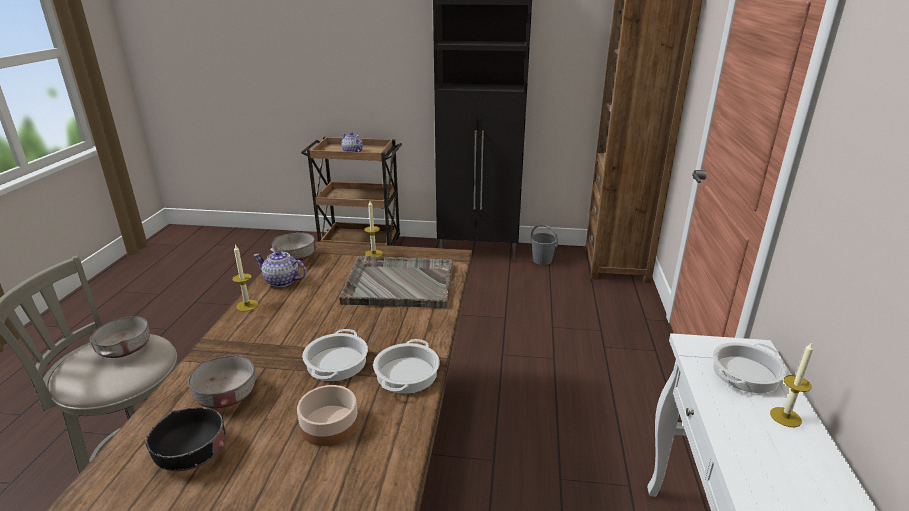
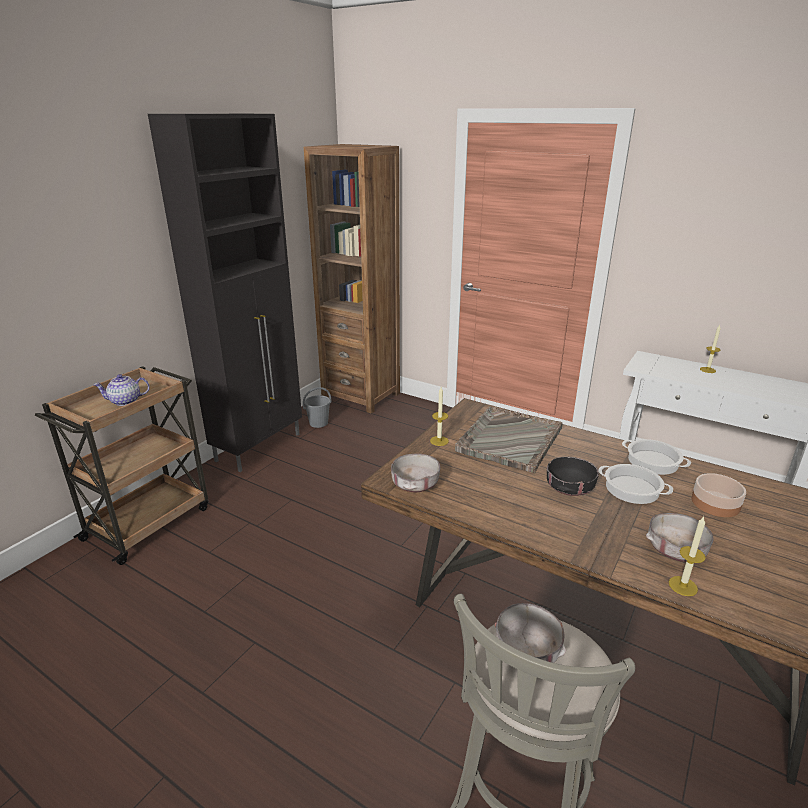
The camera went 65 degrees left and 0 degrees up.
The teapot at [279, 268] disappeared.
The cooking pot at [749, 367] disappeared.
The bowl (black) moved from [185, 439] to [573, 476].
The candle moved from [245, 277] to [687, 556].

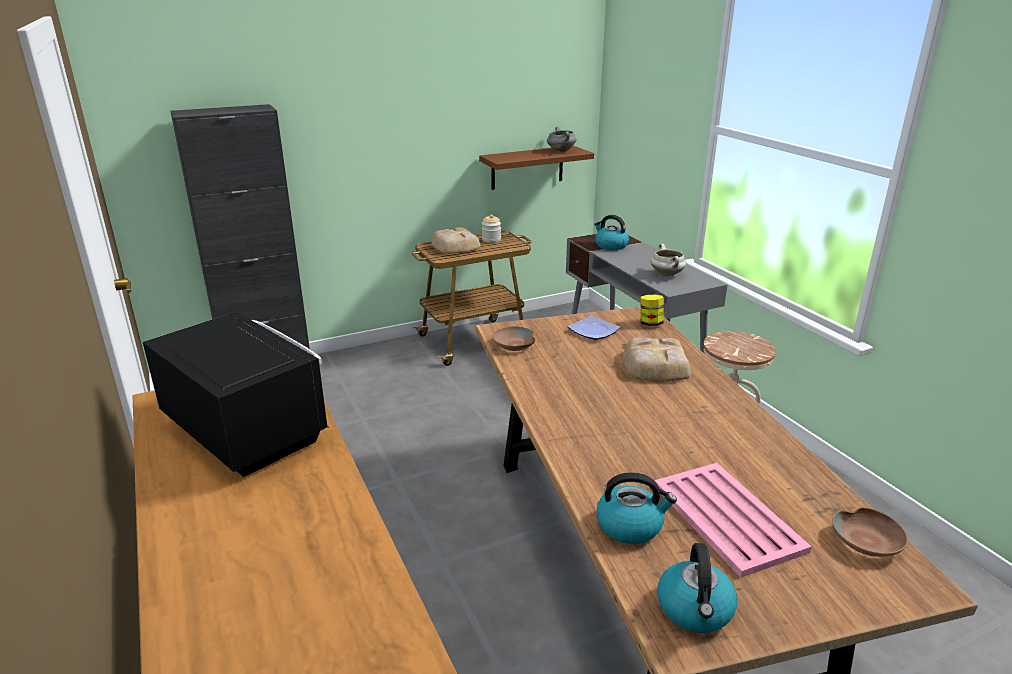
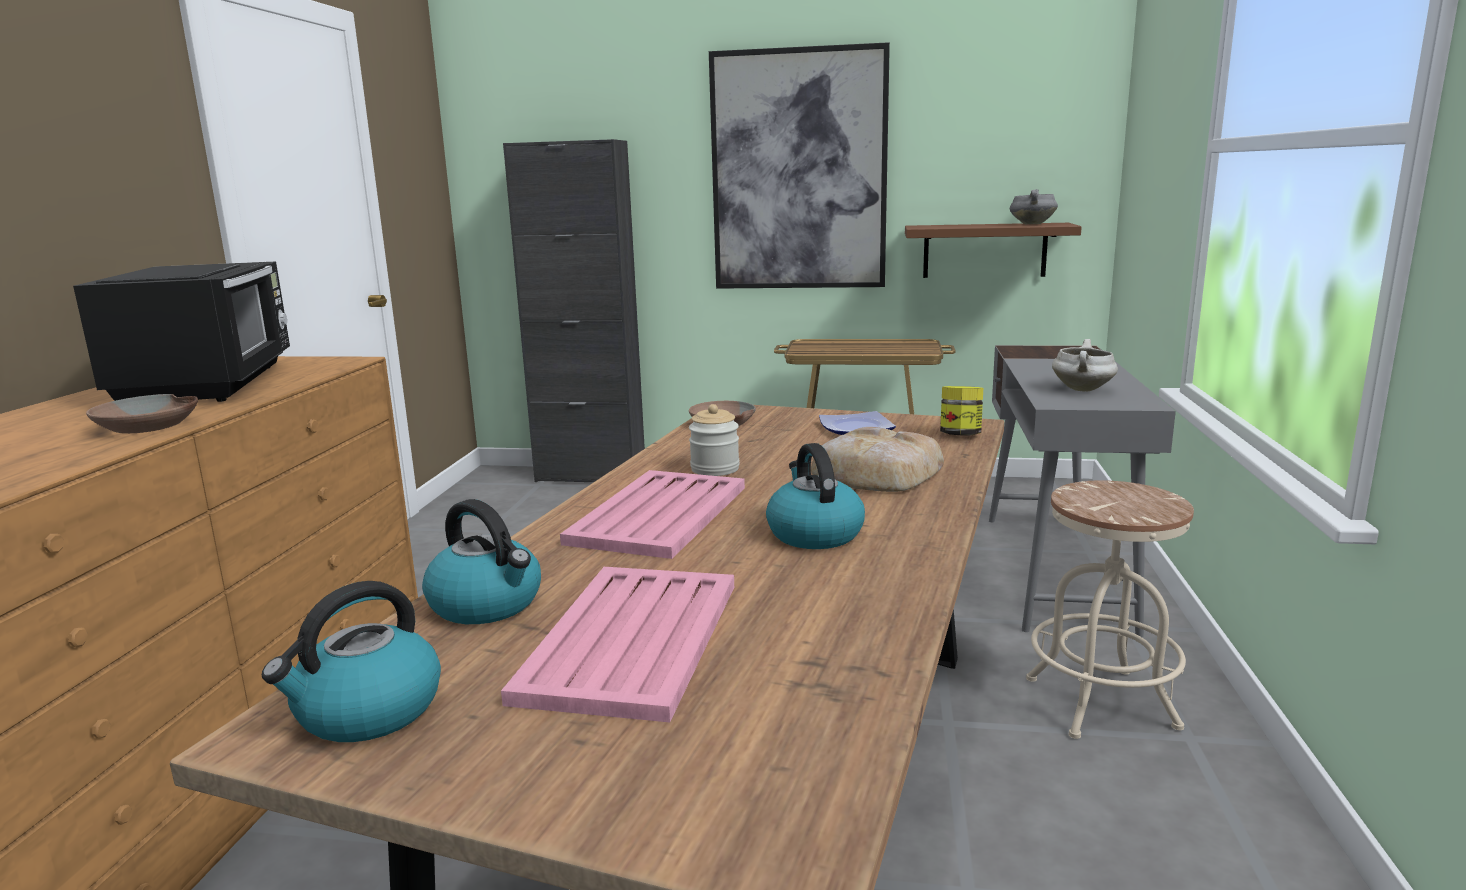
The camera went 35 degrees right and 10 degrees down.
The bread at [456, 240] disappeared.
The tray (pink) at [652, 514] appeared.
The picture at [799, 165] appeared.
The jar moved from [491, 228] to [714, 440].
The kettle moved from [611, 232] to [815, 496].
The bowl (brown) moved from [870, 532] to [142, 413].

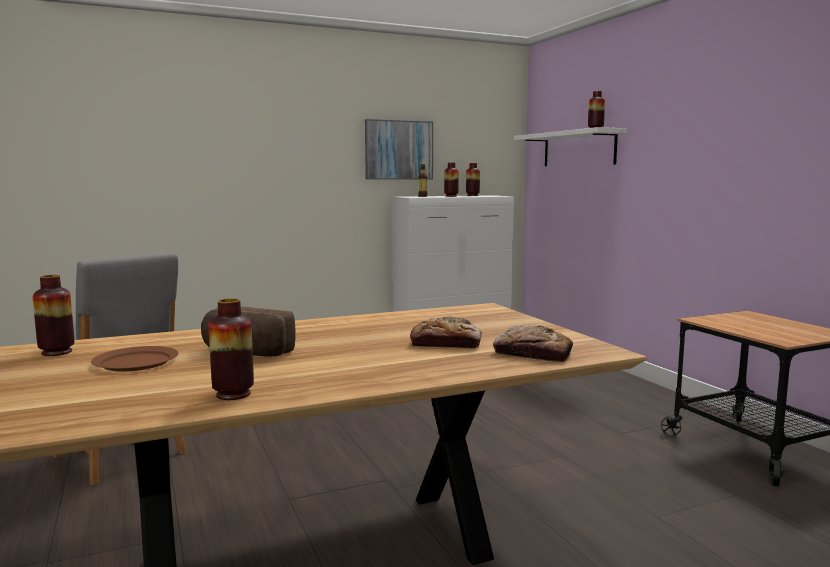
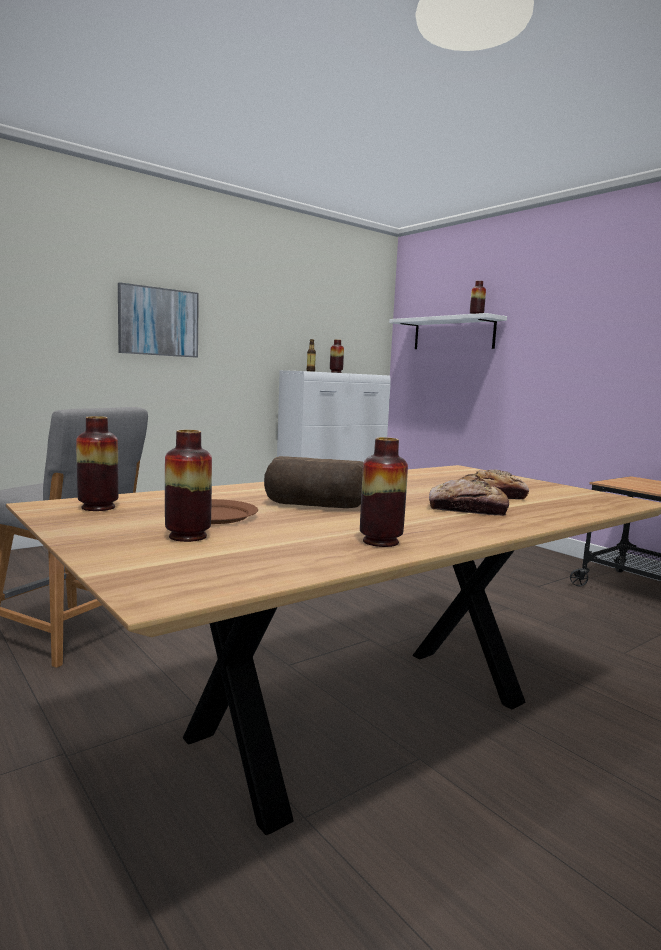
The camera went 15 degrees left and 0 degrees up.
The picture moved from [399, 149] to [158, 320].
The vase moved from [473, 179] to [188, 486].
The bread moved from [533, 343] to [469, 497].

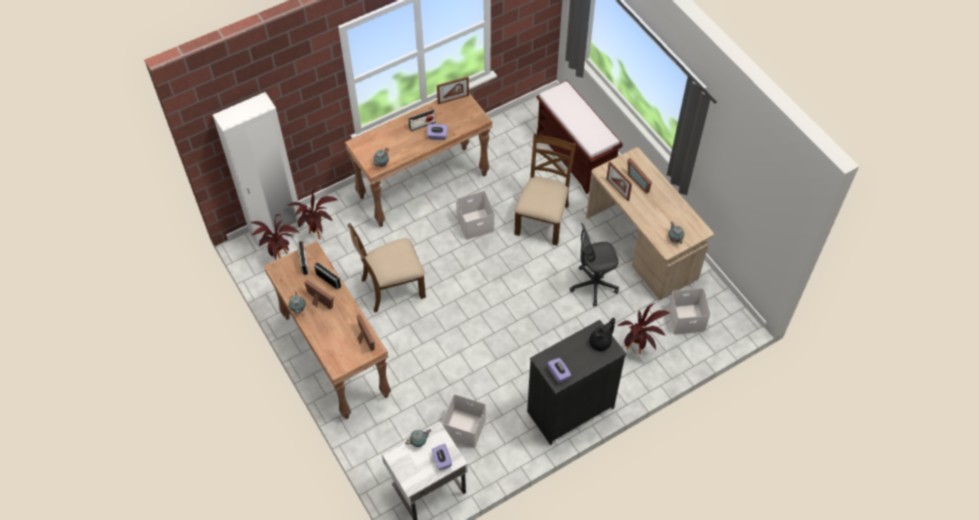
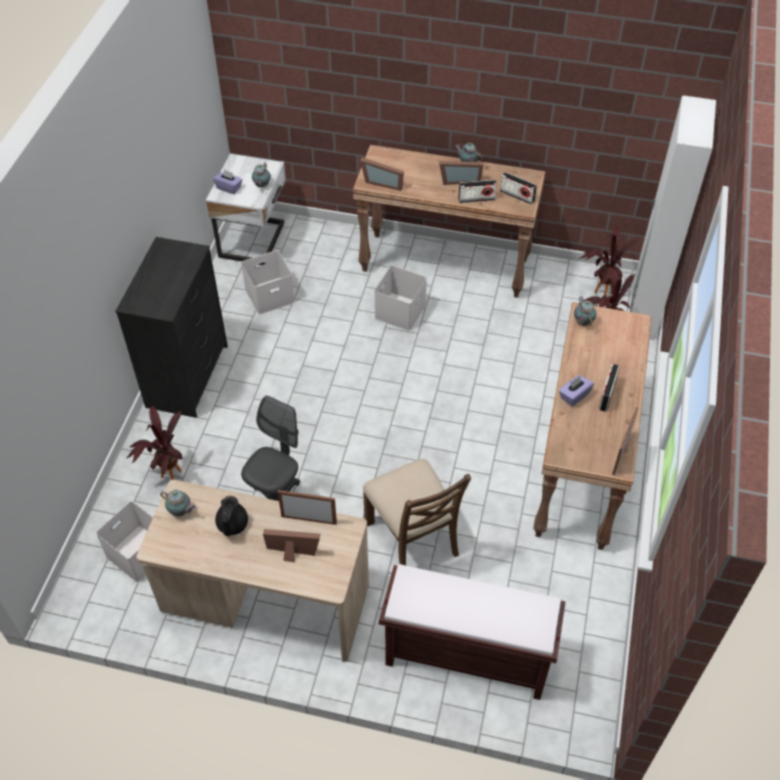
The camera went 135 degrees right and 5 degrees down.
The chair (brown) at [386, 268] disappeared.
The tissue box (purple) at [559, 370] disappeared.
The storage box (white) moved from [475, 215] to [400, 298].
The teapot (black) moved from [602, 334] to [231, 516].

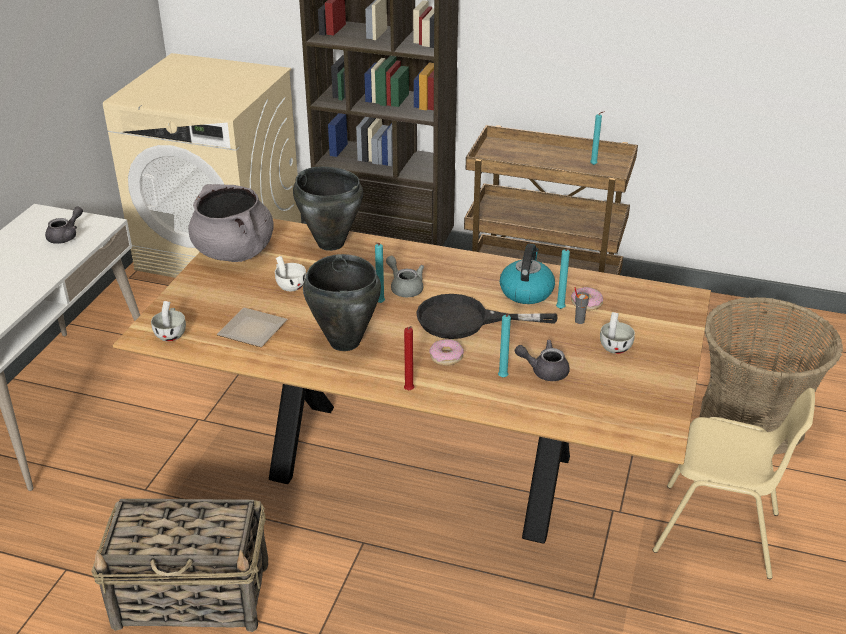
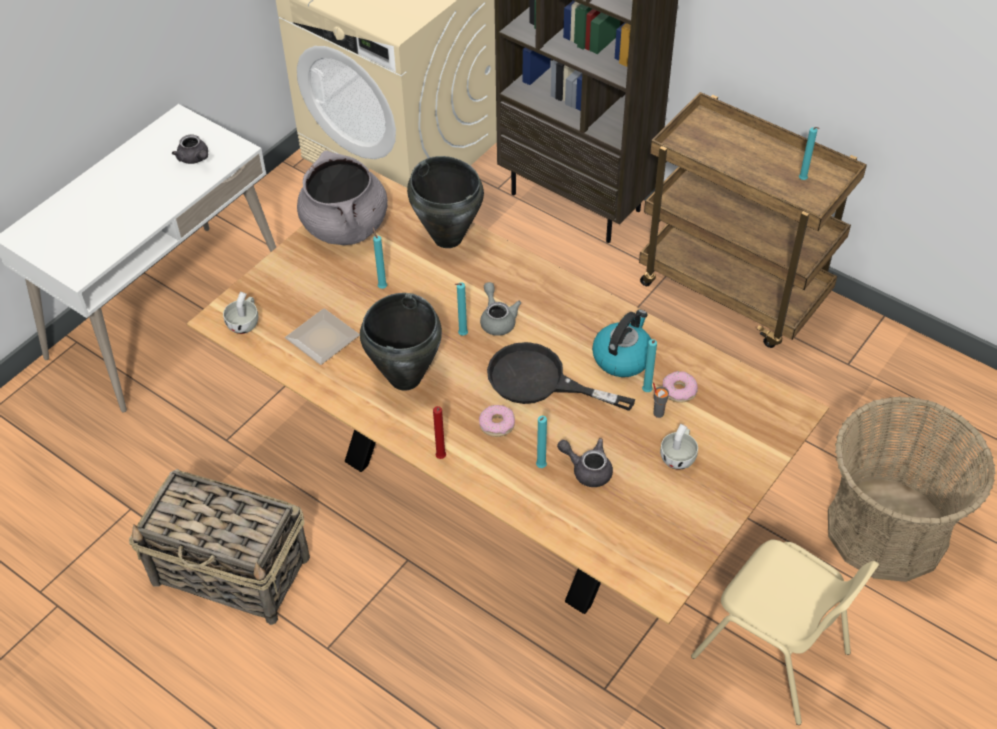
The camera went 20 degrees right and 15 degrees up.
The cup (white) at [290, 273] was replaced by the candle (turquoise) at [380, 258].
The teapot (grey) at [64, 225] turned 90 degrees clockwise.

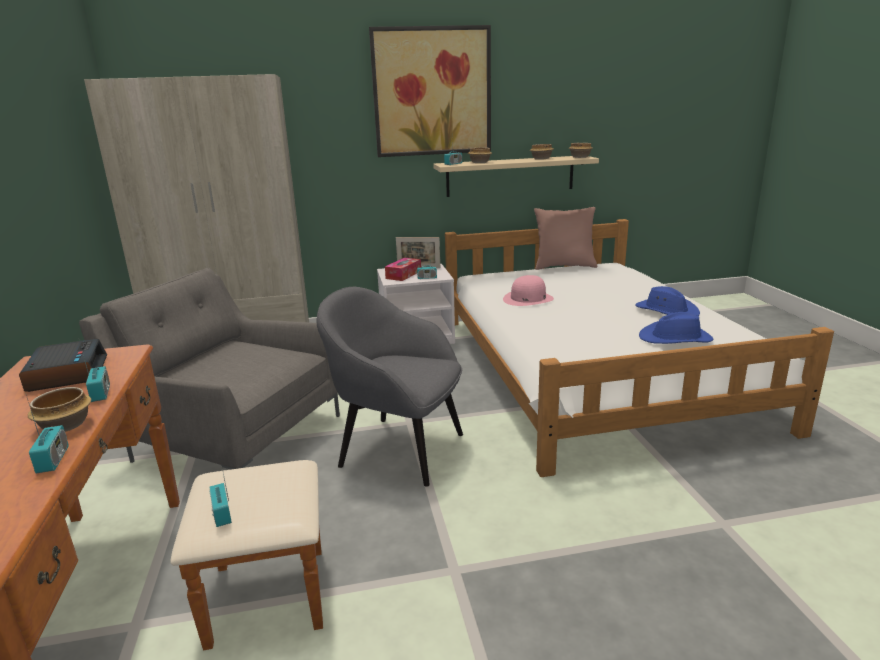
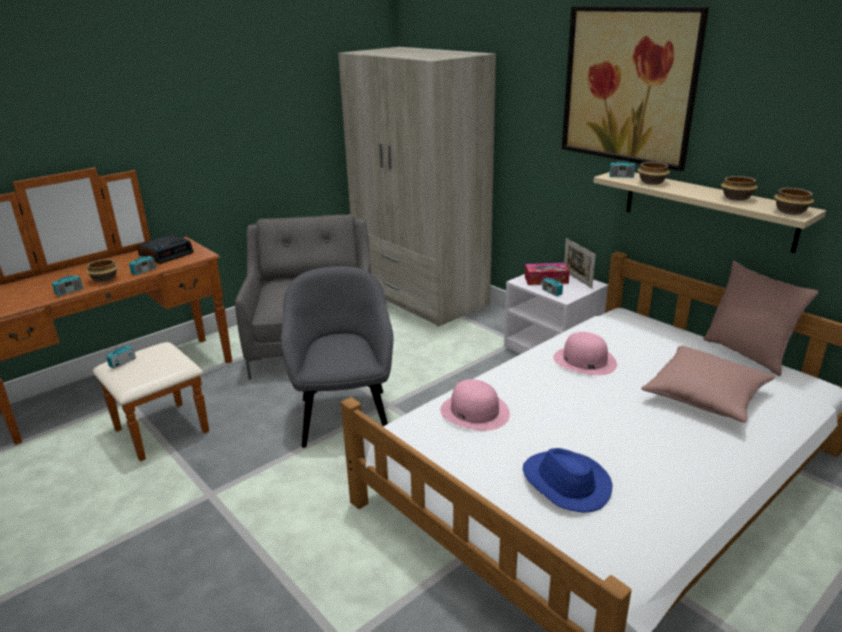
The camera went 60 degrees right and 5 degrees up.
The hat (blue) at [667, 301] disappeared.
The hat (pink) at [475, 405] appeared.
The pillow (pink) at [708, 384] appeared.

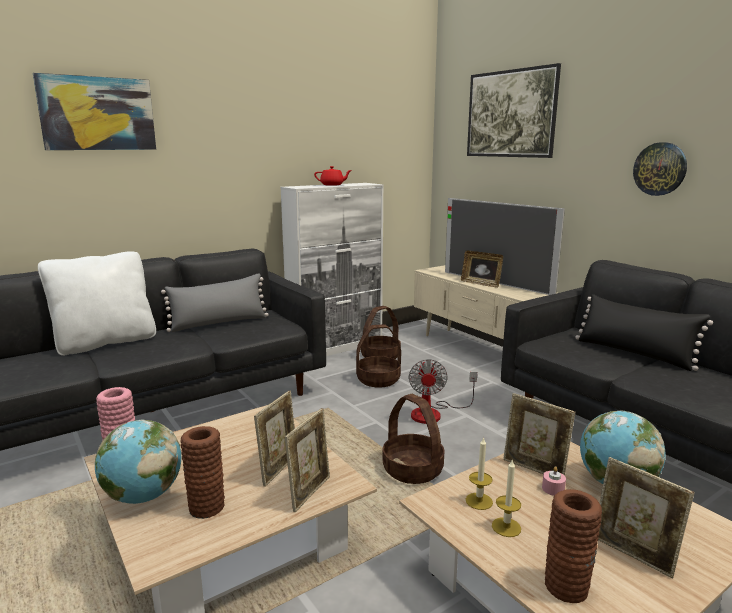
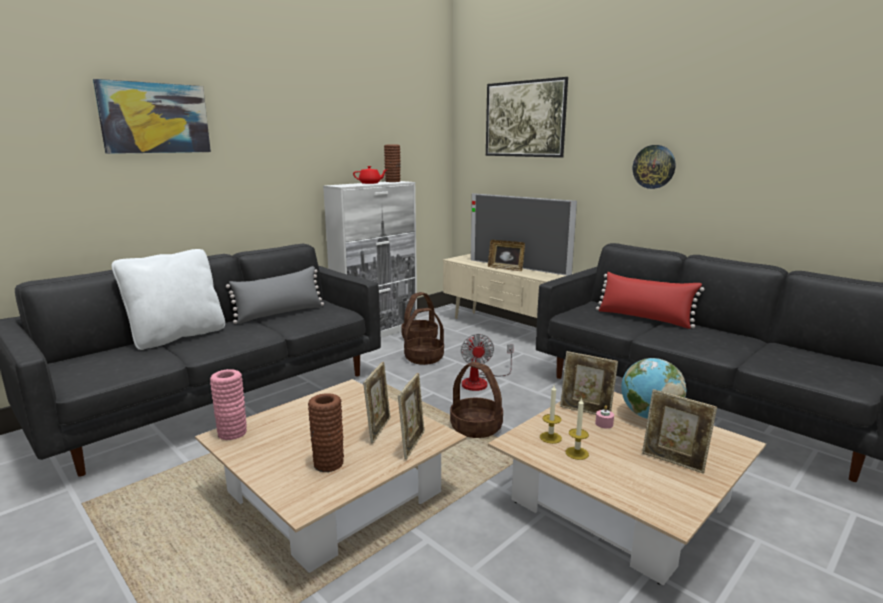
The camera went 10 degrees left and 0 degrees up.
The globe at [138, 462] disappeared.
The vase (brown) moved from [573, 546] to [392, 163].
The pillow (black) at [644, 332] became the pillow (red) at [650, 300].

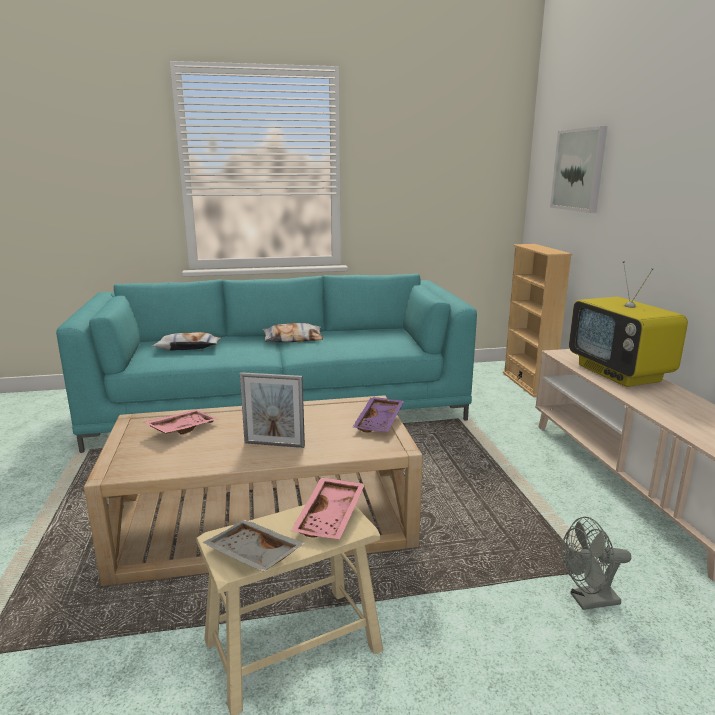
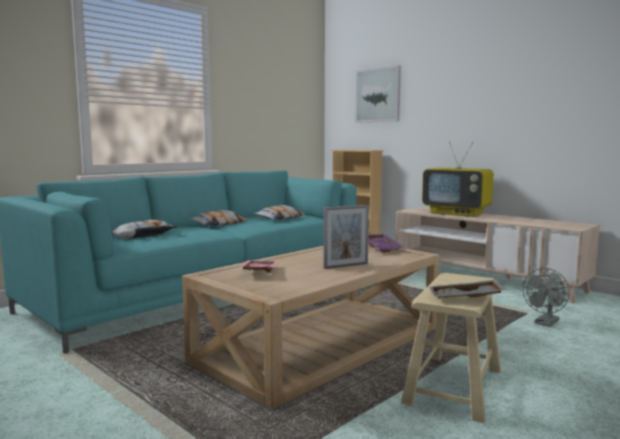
The camera went 35 degrees left and 10 degrees down.
The tray (pink) at [328, 508] disappeared.
The pillow at [279, 212] appeared.

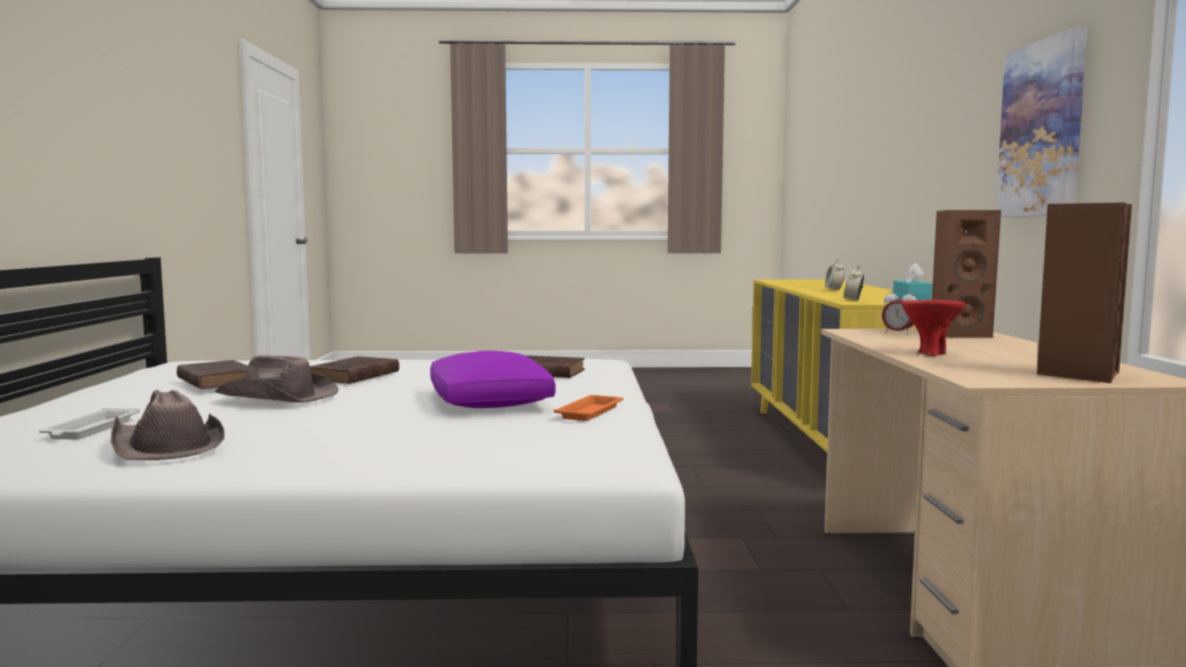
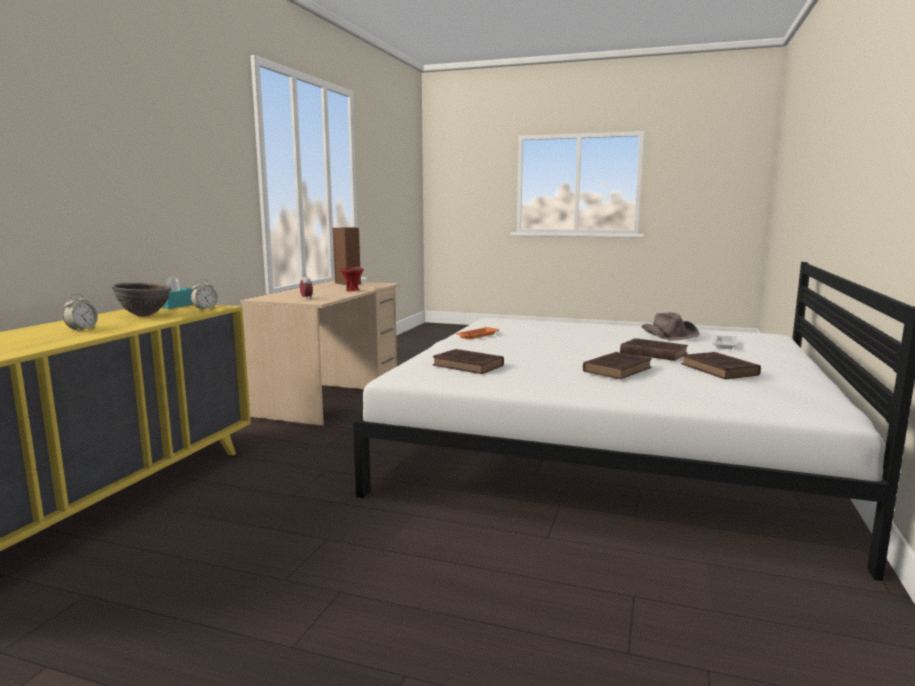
The camera went 160 degrees left and 5 degrees up.
The pillow (purple) at [493, 379] disappeared.
The speaker (brown) at [966, 274] disappeared.
The picture at [1041, 121] disappeared.
The bowl (brown) at [141, 300] appeared.
The hat (brown) at [277, 379] was replaced by the book (brown) at [654, 349].

